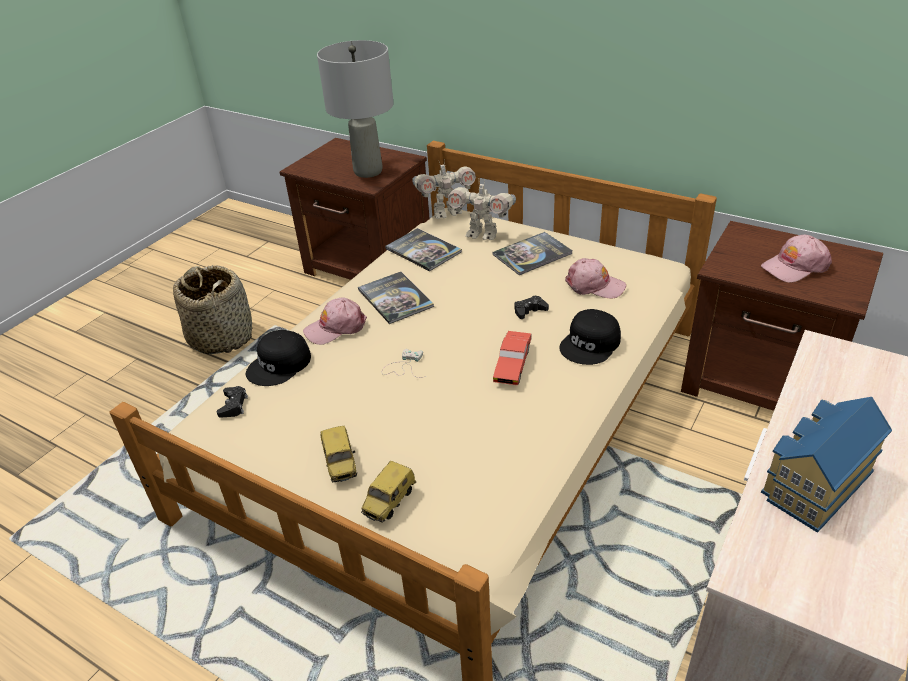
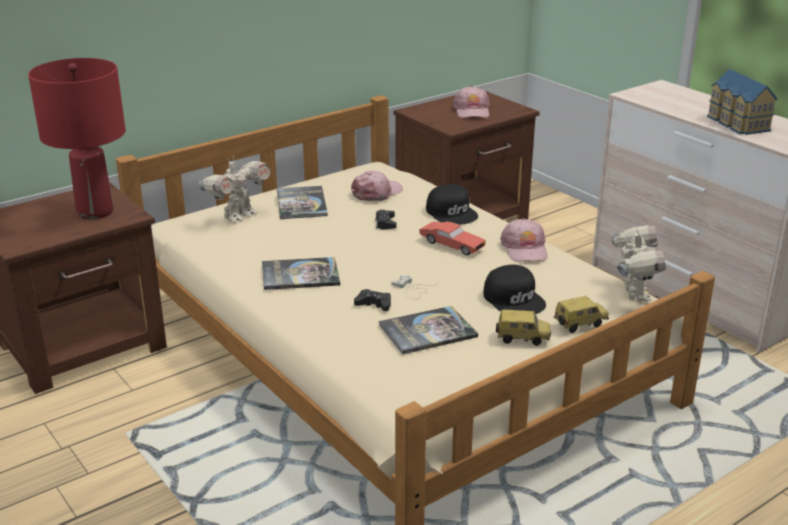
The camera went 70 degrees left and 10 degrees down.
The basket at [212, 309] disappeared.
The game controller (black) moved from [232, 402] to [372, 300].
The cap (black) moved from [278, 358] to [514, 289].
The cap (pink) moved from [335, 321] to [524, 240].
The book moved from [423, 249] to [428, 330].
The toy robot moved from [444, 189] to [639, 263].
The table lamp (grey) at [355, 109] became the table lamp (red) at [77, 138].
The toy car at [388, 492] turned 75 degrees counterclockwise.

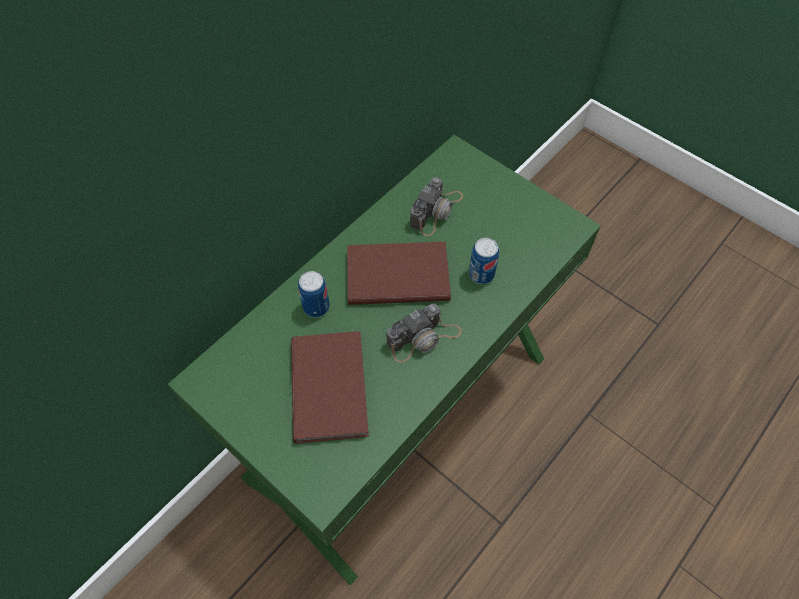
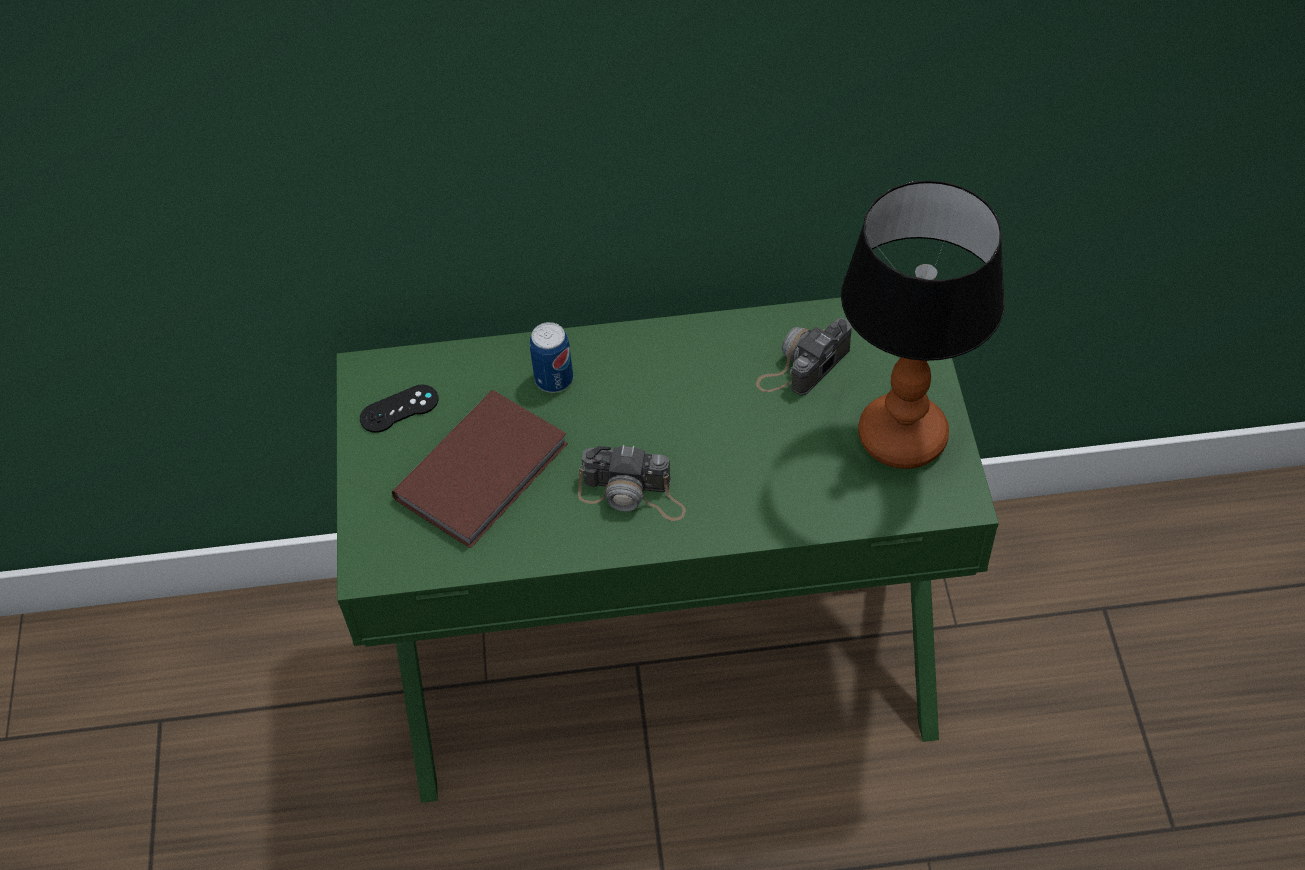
The camera went 45 degrees right and 5 degrees down.
The book (brown) at [399, 273] disappeared.
The can at [484, 261] disappeared.
The game controller (black) at [399, 409] appeared.
The table lamp at [923, 324] appeared.
The photo camera at [436, 206] turned 150 degrees clockwise.

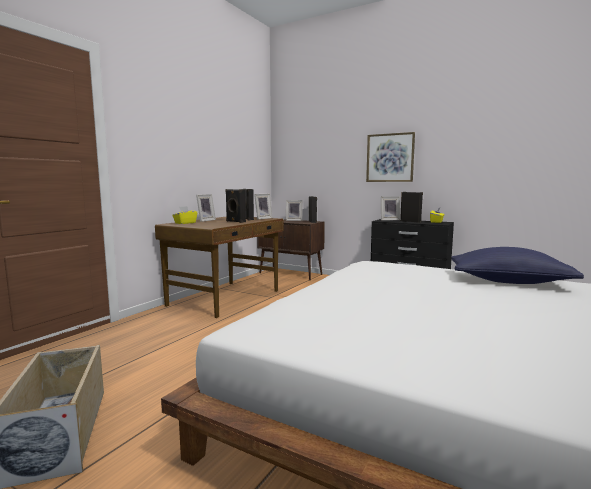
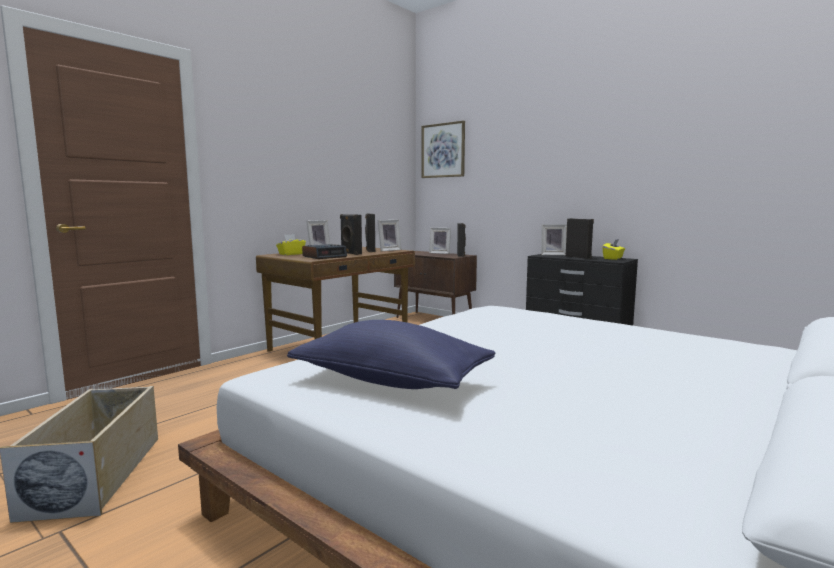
The camera went 10 degrees right and 0 degrees up.
The alarm clock at [324, 251] appeared.
The picture moved from [390, 157] to [443, 149].
The pillow (blue) moved from [517, 265] to [391, 354].

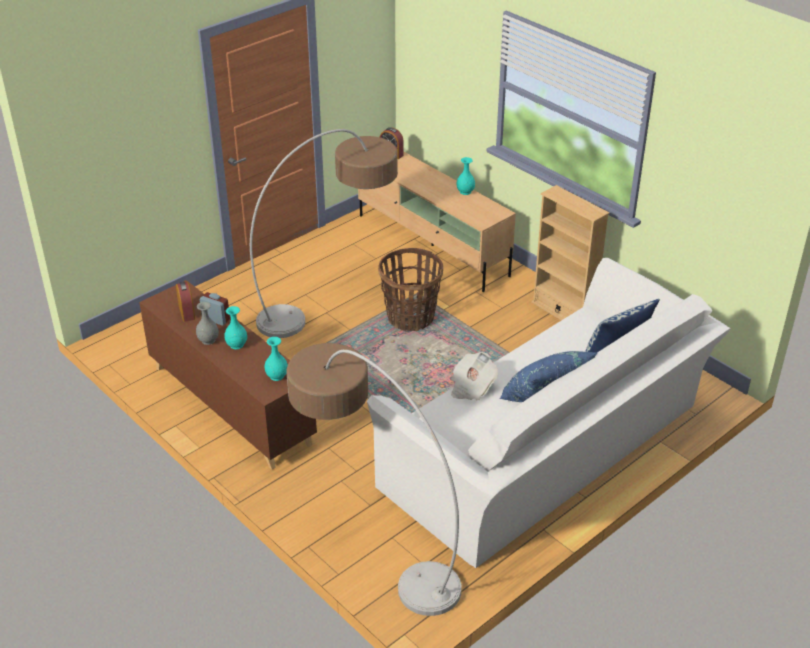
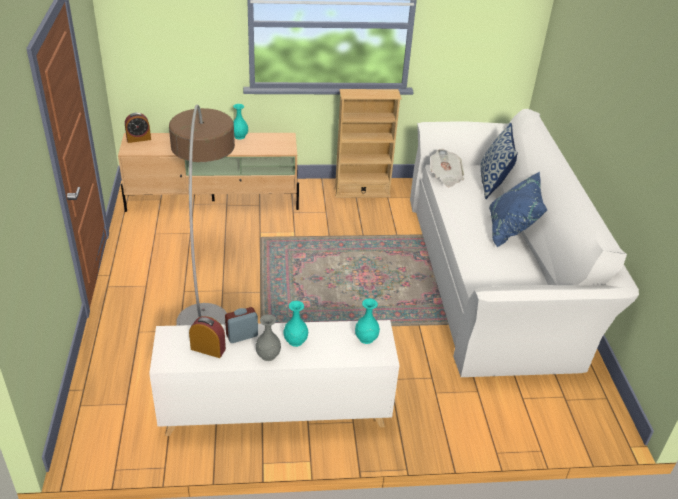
The camera went 55 degrees left and 0 degrees up.
The floor lamp at [374, 479] disappeared.
The basket at [410, 289] disappeared.
The newspaper moved from [474, 376] to [447, 168].
The cabinet (brown) at [228, 374] became the cabinet (white) at [274, 378].

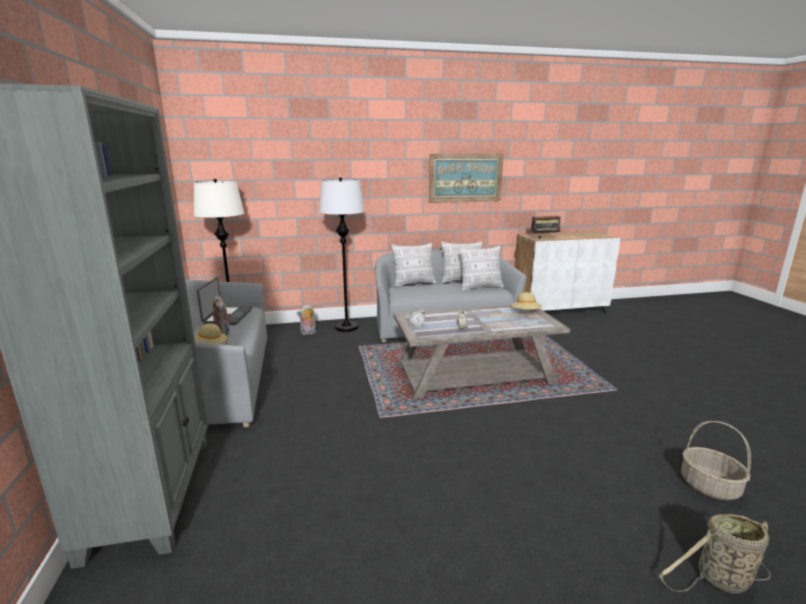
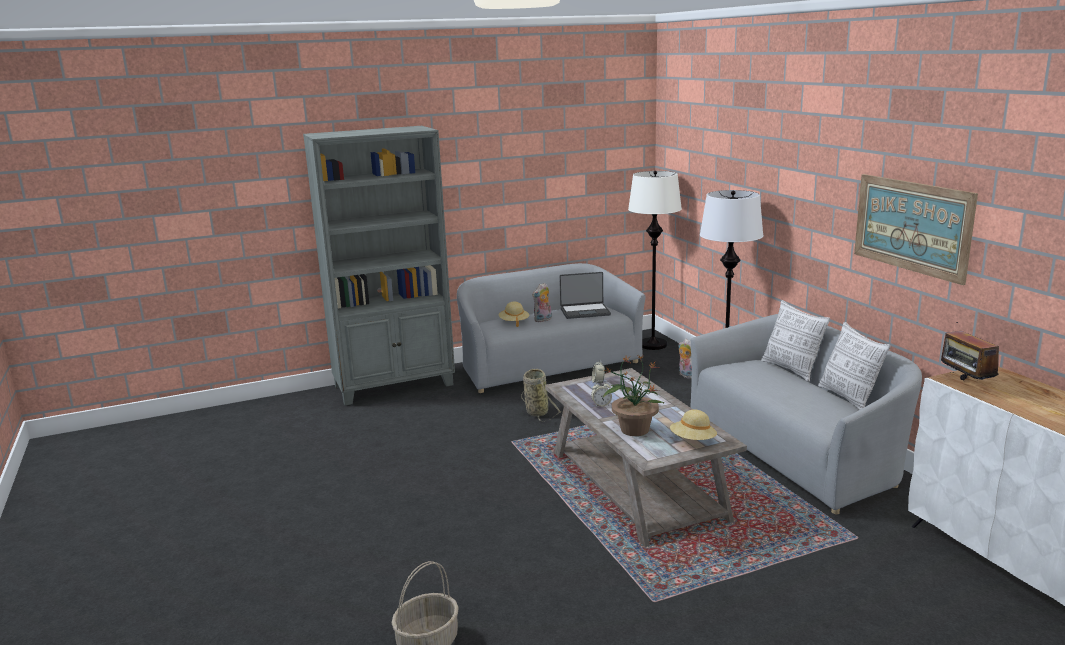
The camera went 80 degrees right and 0 degrees up.
The pillow at [481, 268] disappeared.
The potted plant at [633, 396] appeared.
The basket moved from [715, 554] to [541, 395].

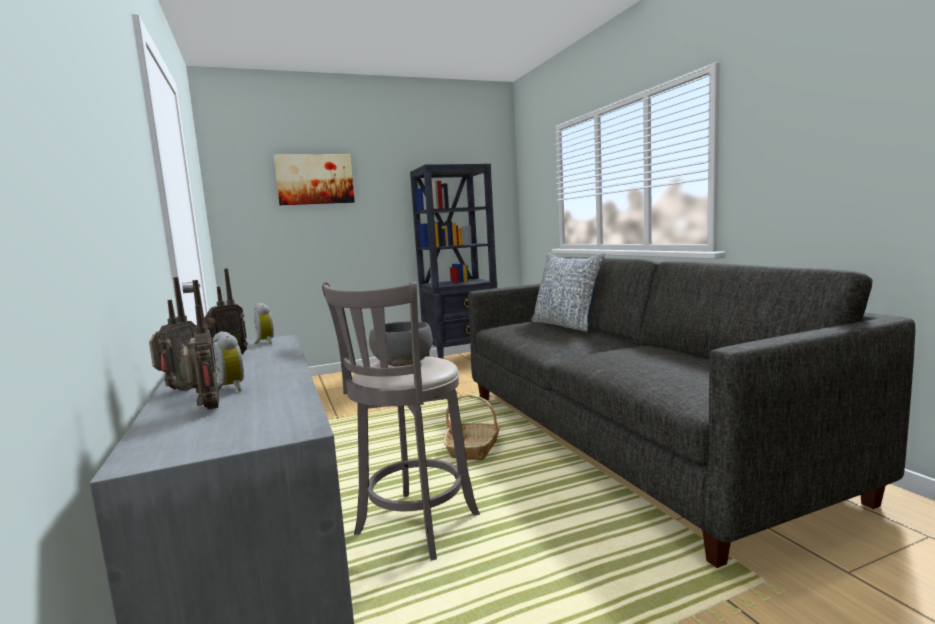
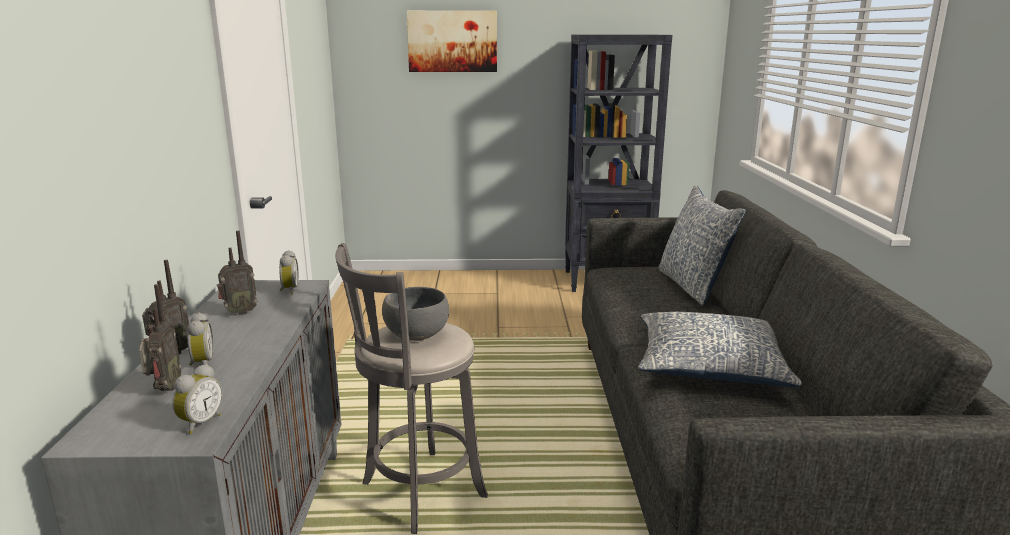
The camera went 20 degrees right and 10 degrees up.
The basket at [472, 427] disappeared.
The alarm clock at [197, 399] appeared.
The pillow at [720, 349] appeared.

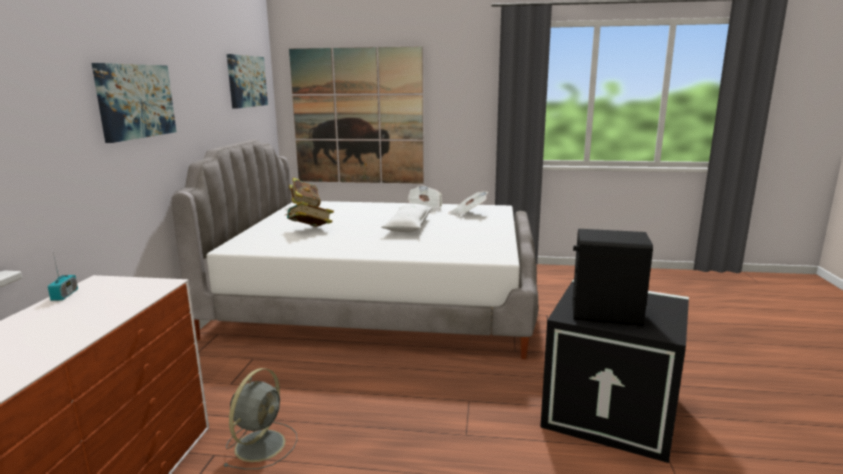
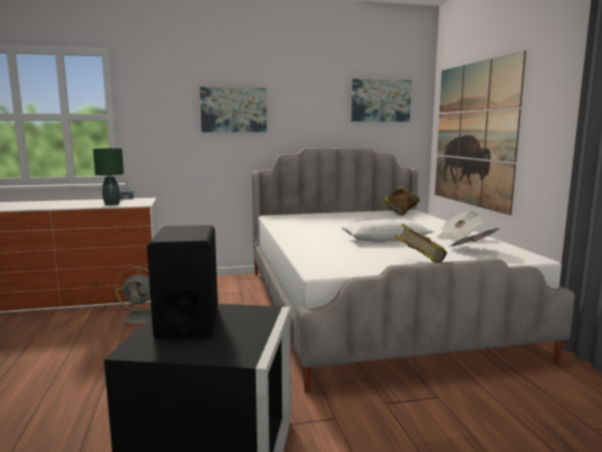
The camera went 70 degrees right and 5 degrees down.
The table lamp (green) at [108, 176] appeared.
The book moved from [310, 214] to [420, 243].

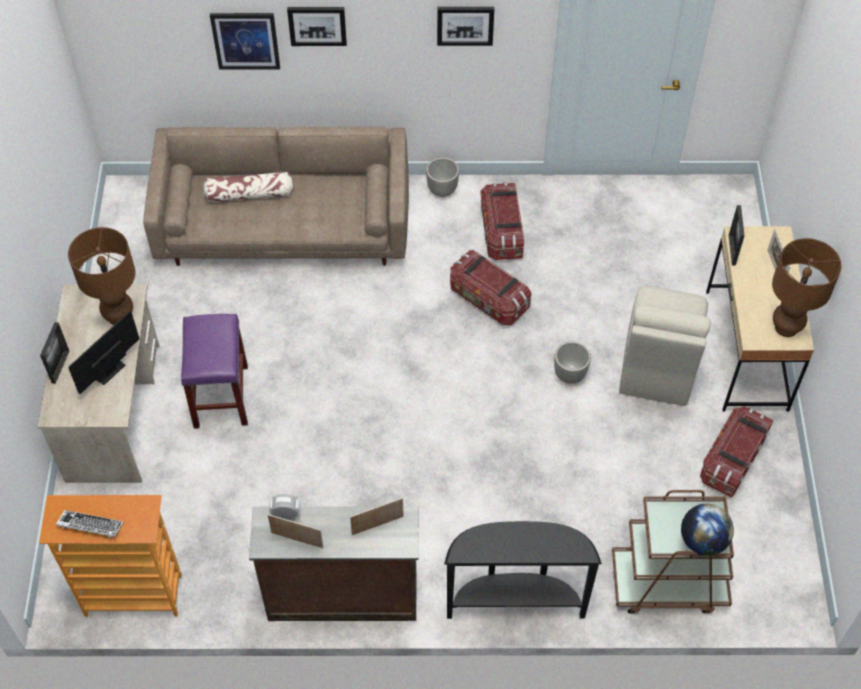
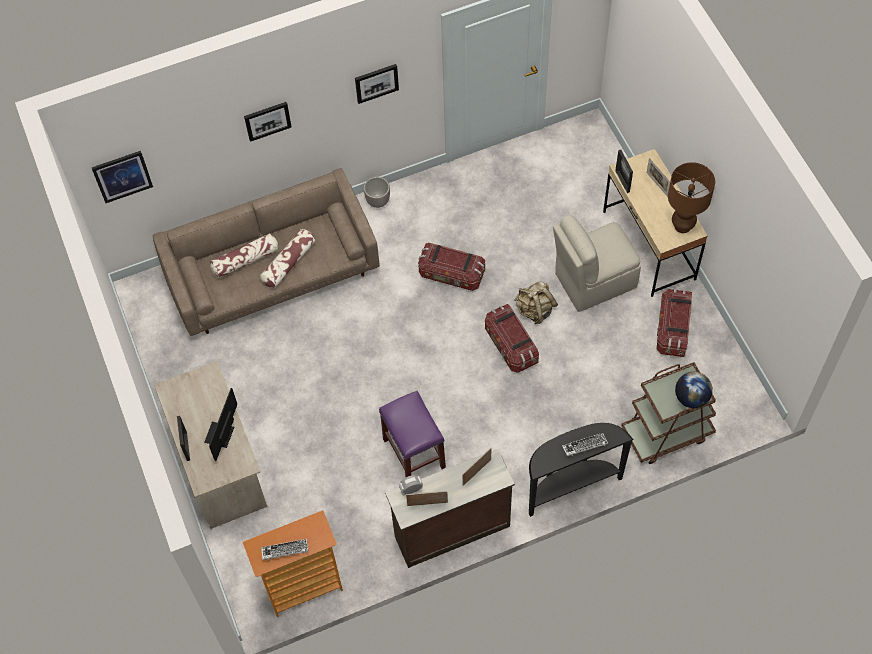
The camera went 20 degrees left and 5 degrees up.
The table lamp (brown) at [102, 276] disappeared.
The pillow at [287, 258] appeared.
The keyboard at [585, 444] appeared.
The stool (purple) moved from [214, 371] to [412, 434].
The picture moved from [245, 41] to [122, 177].
The storage box moved from [502, 221] to [512, 338].
The planter at [572, 362] was replaced by the backpack (beige) at [536, 302].
The chair (beige) at [665, 346] turned 75 degrees clockwise.

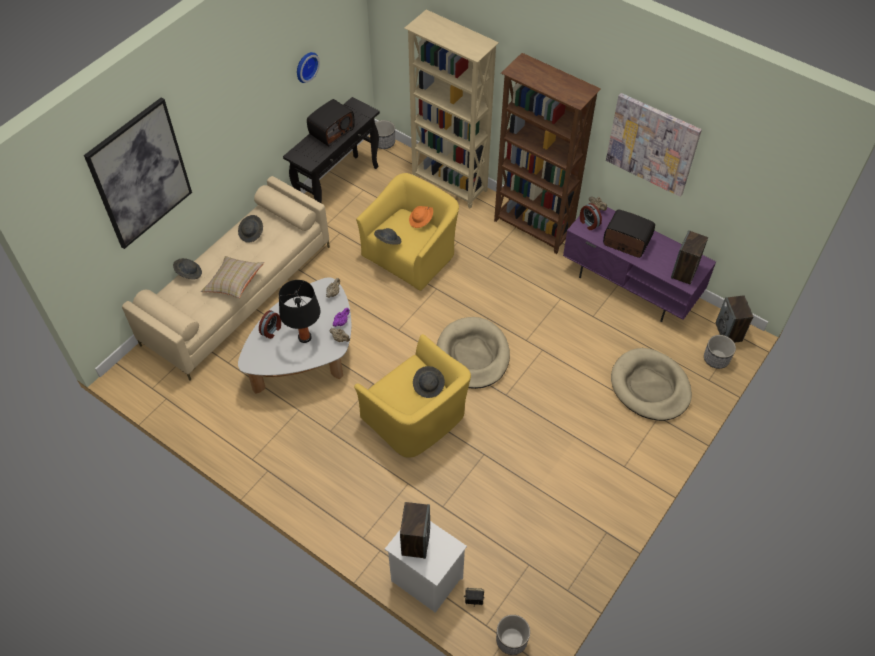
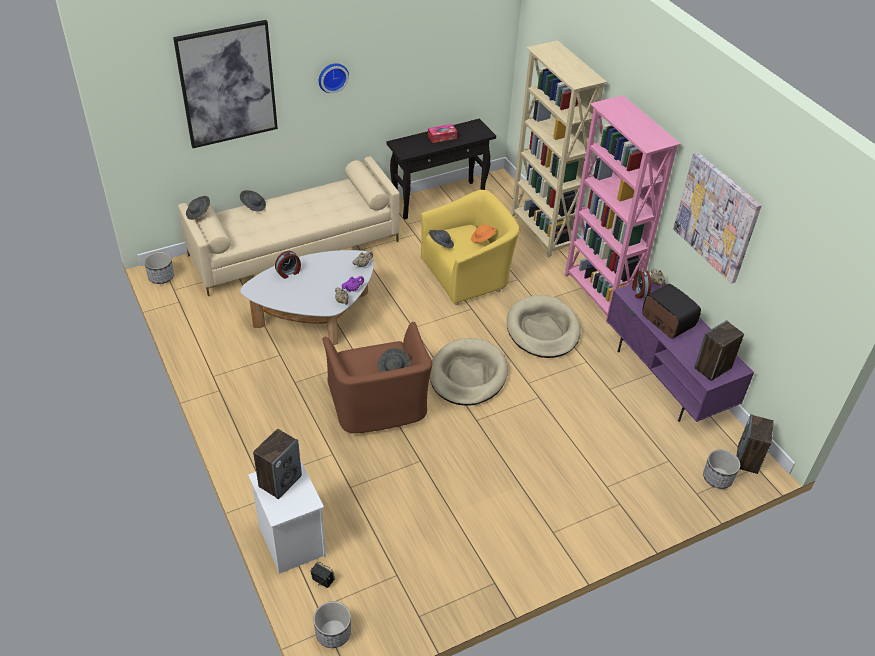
The camera went 25 degrees right and 10 degrees down.
The pillow (beige) at [232, 277] disappeared.
The table lamp (black) at [300, 311] disappeared.
The hat (grey) moved from [250, 229] to [198, 208].
The wall clock moved from [308, 67] to [334, 78].
The planter moved from [385, 134] to [159, 268].
The dog bed (beige) moved from [651, 384] to [543, 326].
The radio at [331, 122] was replaced by the tissue box at [442, 133].
The armchair (yellow) at [412, 396] became the armchair (brown) at [377, 377].
The bookcase (brown) at [547, 153] became the bookcase (pink) at [622, 209].

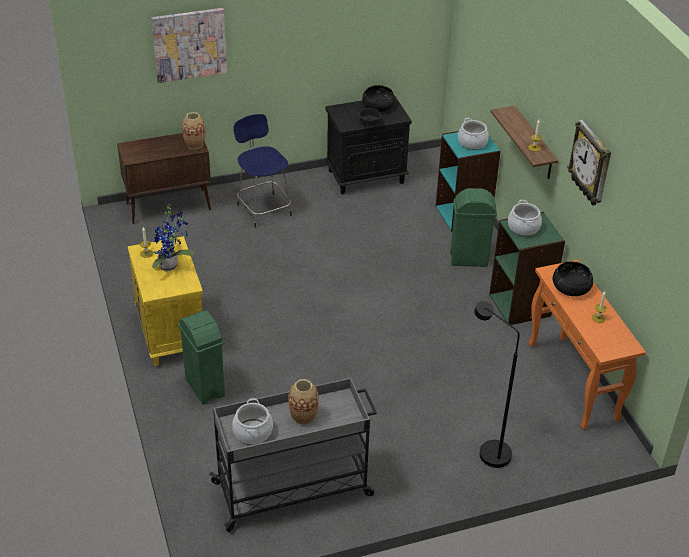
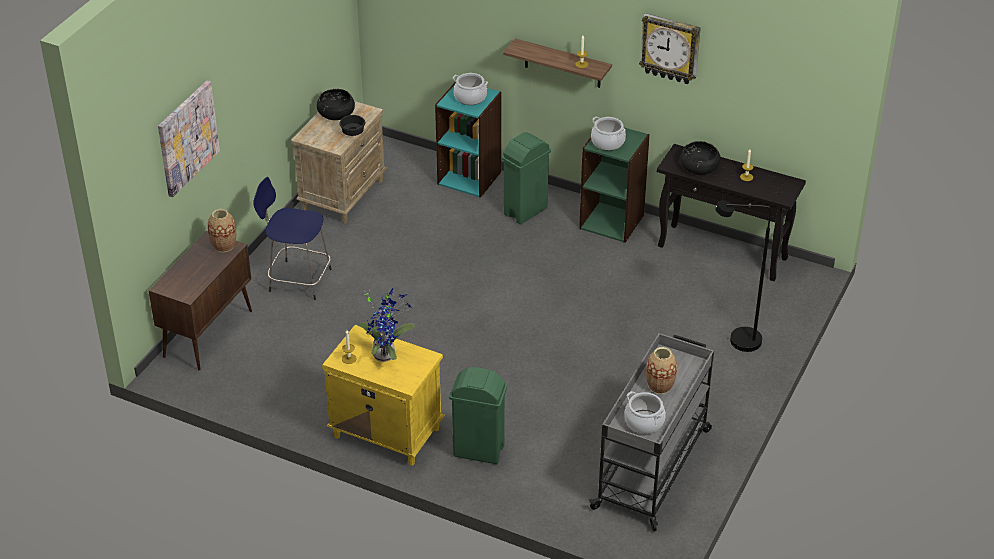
The camera went 45 degrees left and 0 degrees up.
The nightstand (black) at [368, 144] became the nightstand (beige) at [339, 162].
The console table (orange) at [587, 345] became the console table (black) at [731, 212].

